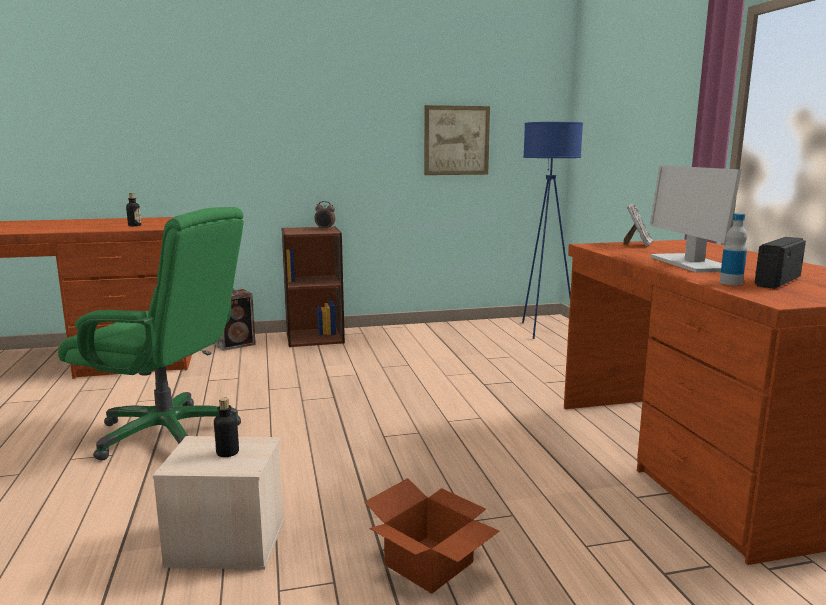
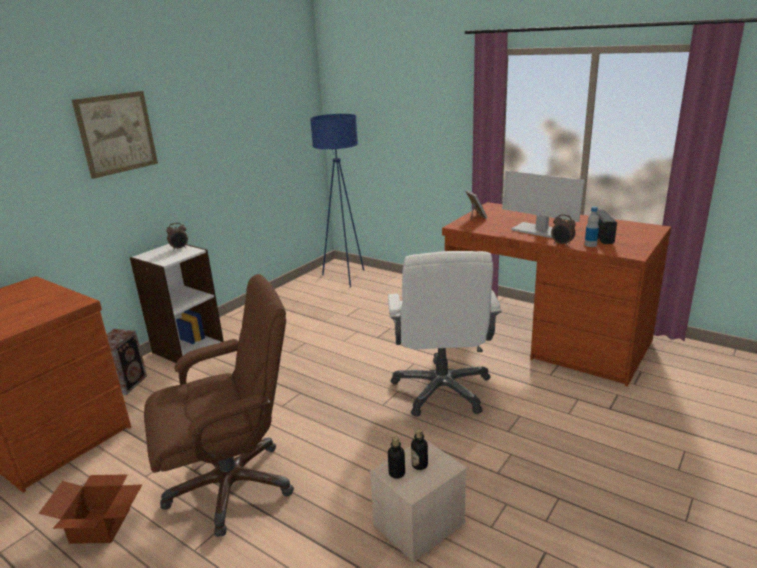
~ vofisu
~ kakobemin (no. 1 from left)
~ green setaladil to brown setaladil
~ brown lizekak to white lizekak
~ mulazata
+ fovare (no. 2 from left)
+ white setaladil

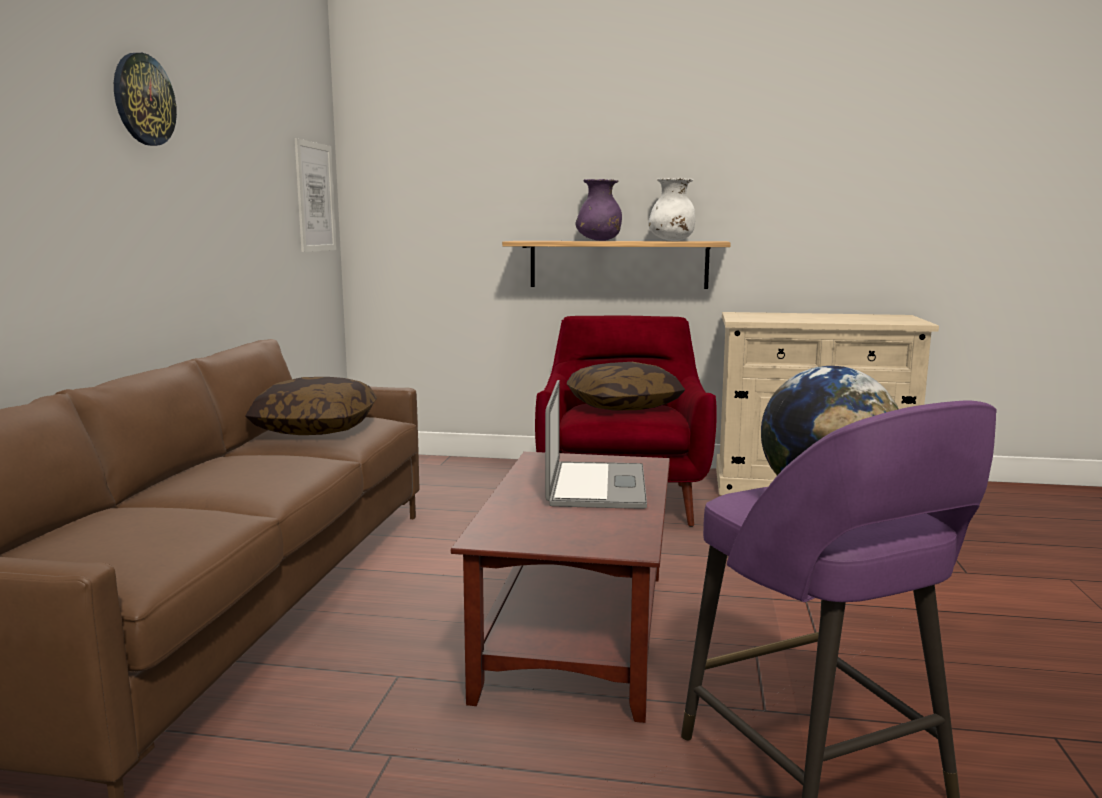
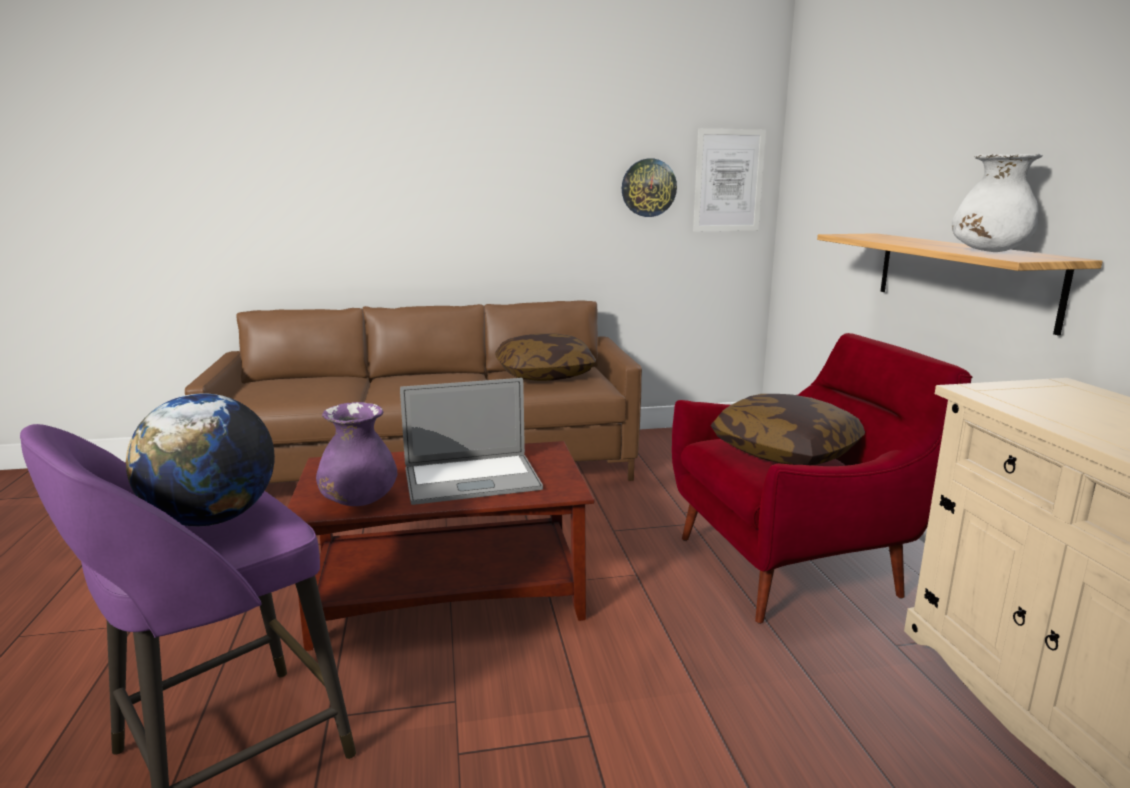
~ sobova
~ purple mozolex

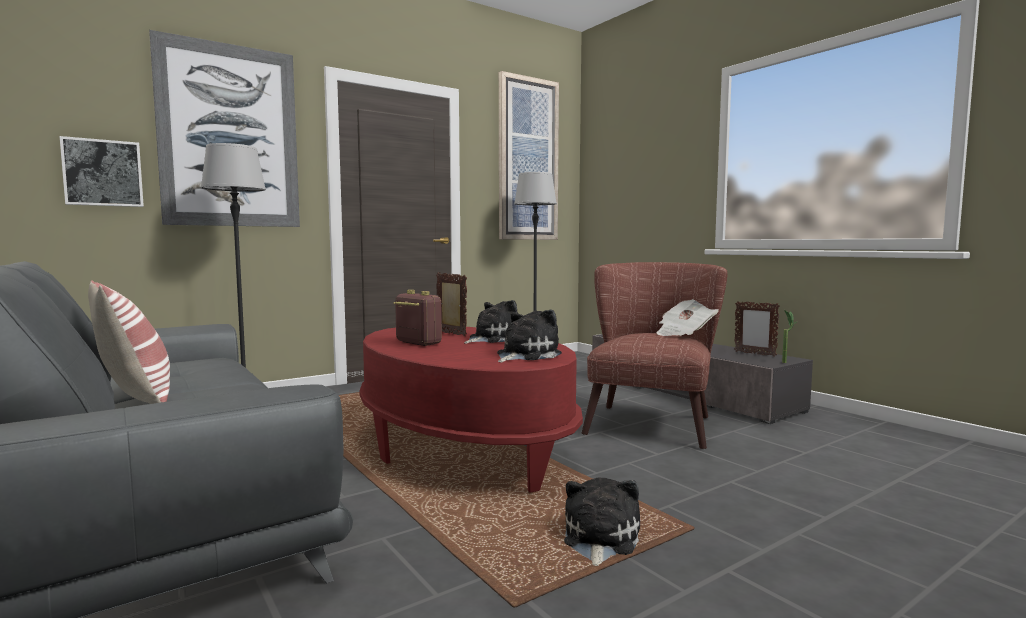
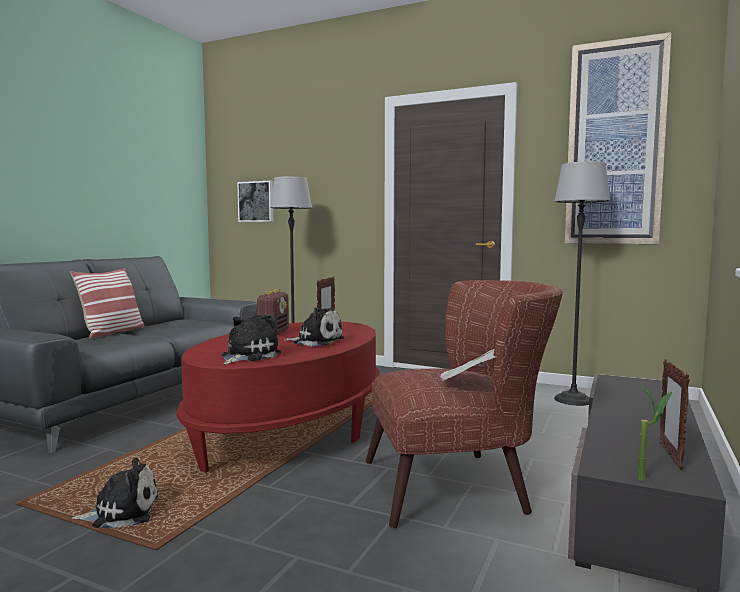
- vofisu (no. 2 from left)
~ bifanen (no. 2 from left) 75 degrees counterclockwise

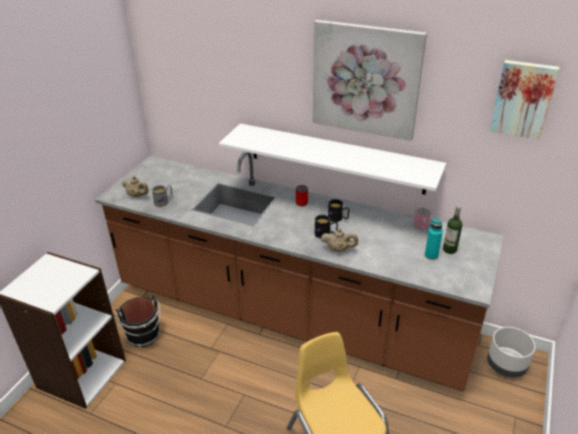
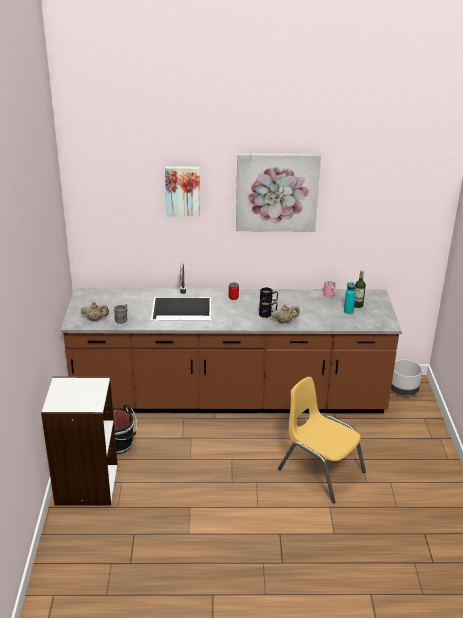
~ vofisu (no. 2 from left in the first image) to vofisu (no. 1 from left)
- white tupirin

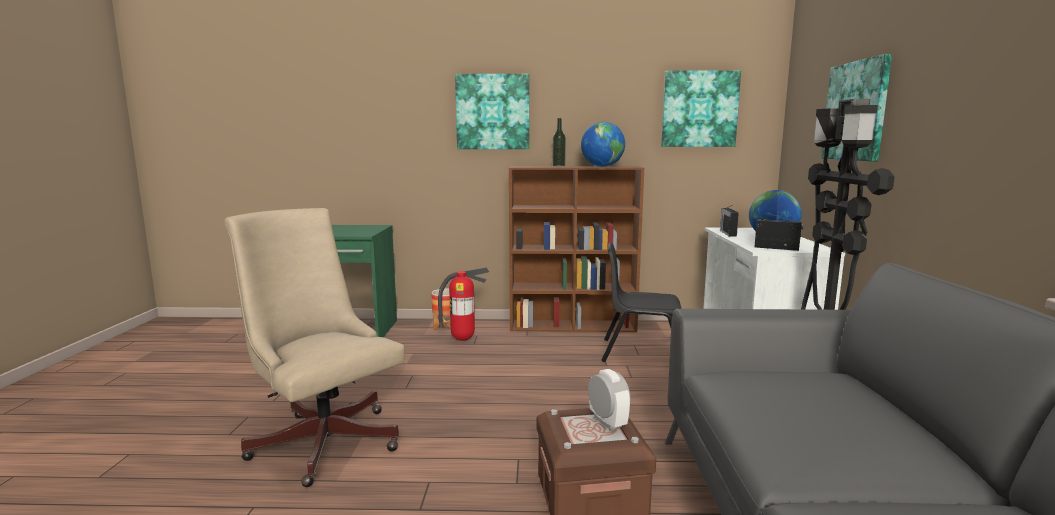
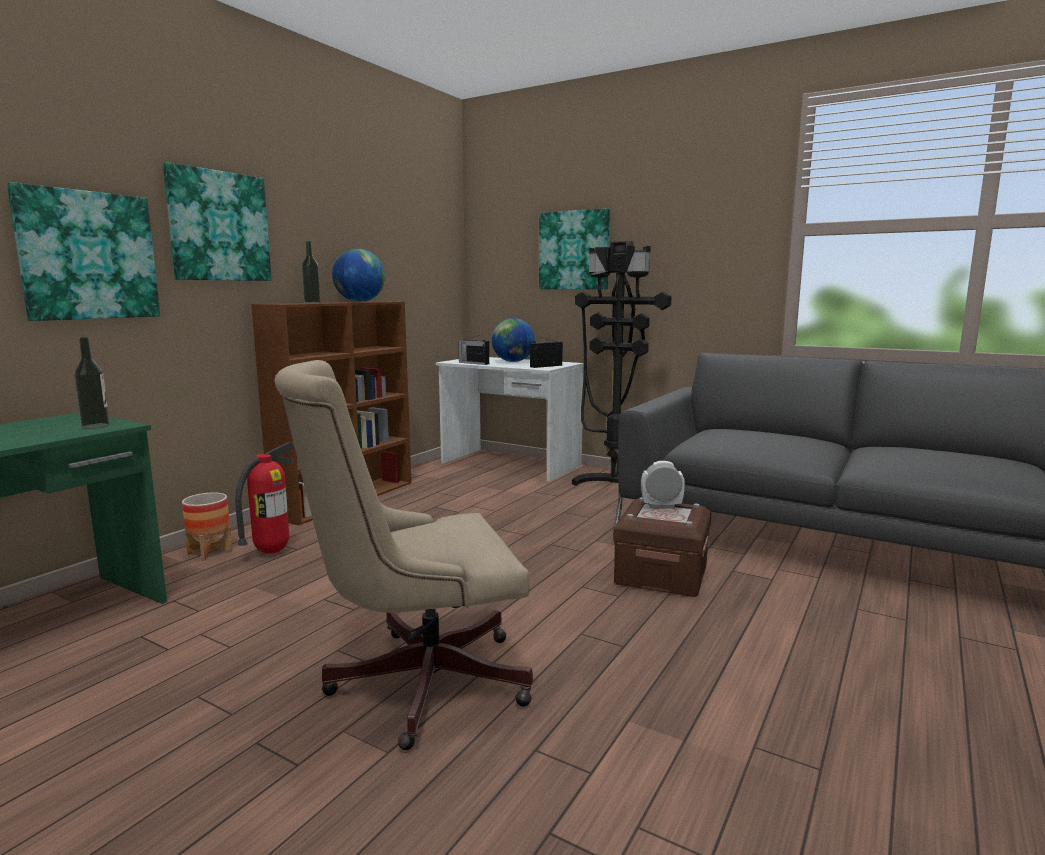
~ vofisu (no. 2 from left in the first image) to vofisu (no. 1 from left)
- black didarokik
+ kakobemin (no. 1 from left)

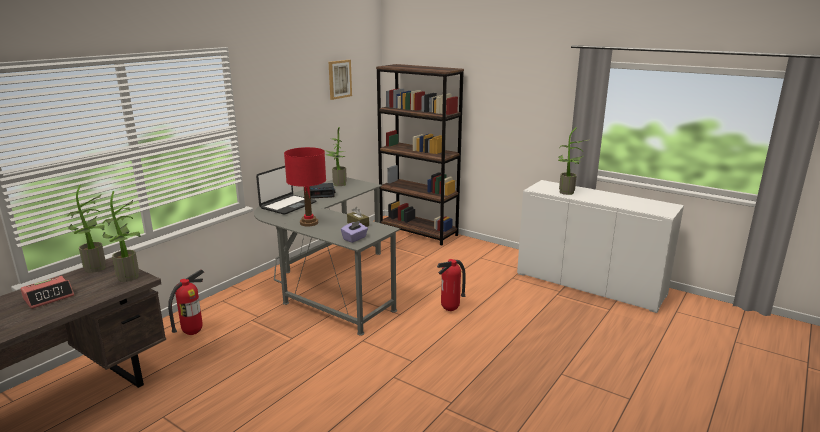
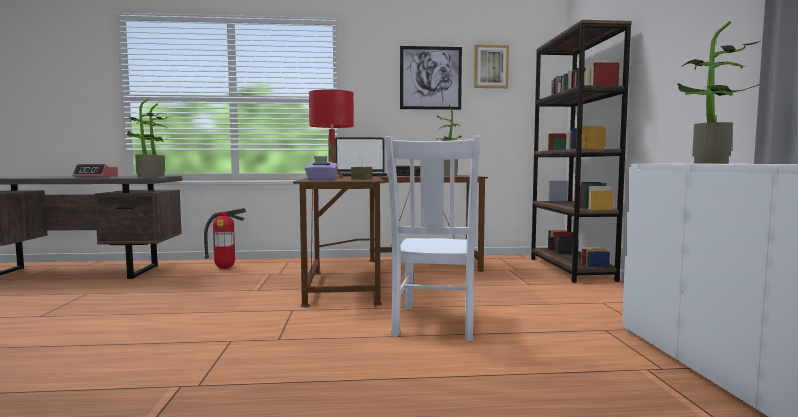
~ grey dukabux to brown dukabux (no. 2 from left)
~ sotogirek (no. 2 from left) to white didarokik
+ vofisu (no. 1 from left)

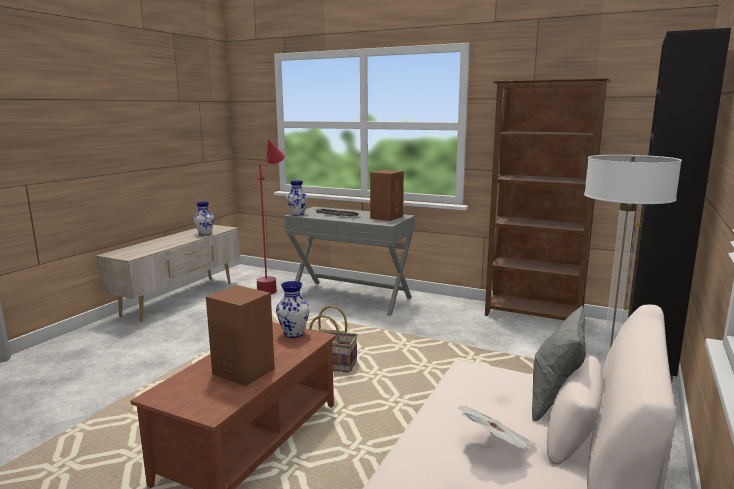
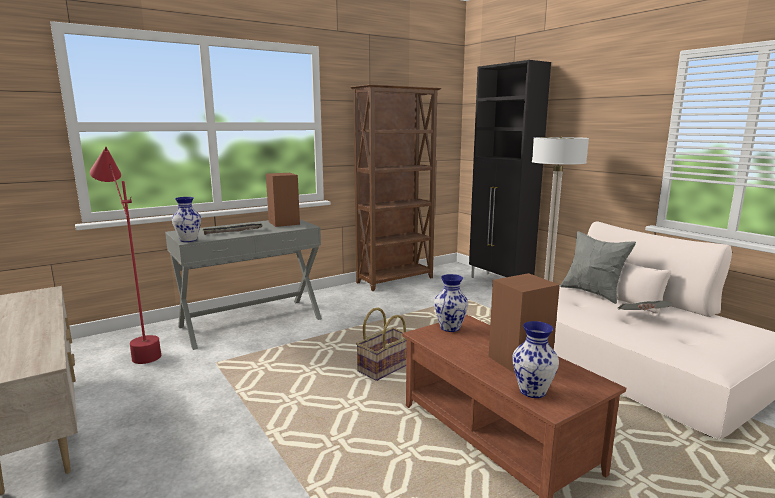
~ mozolex (no. 1 from left in the first image) to mozolex (no. 3 from left)

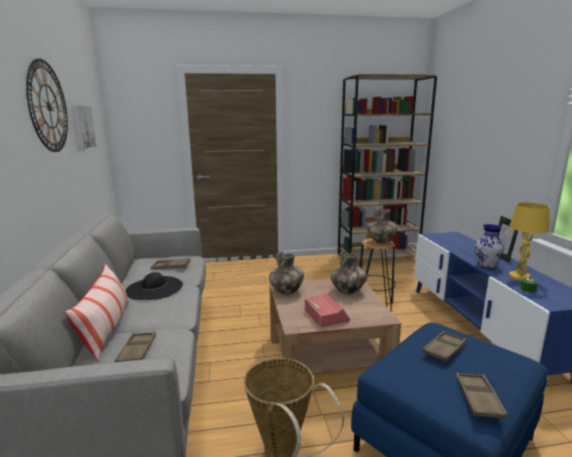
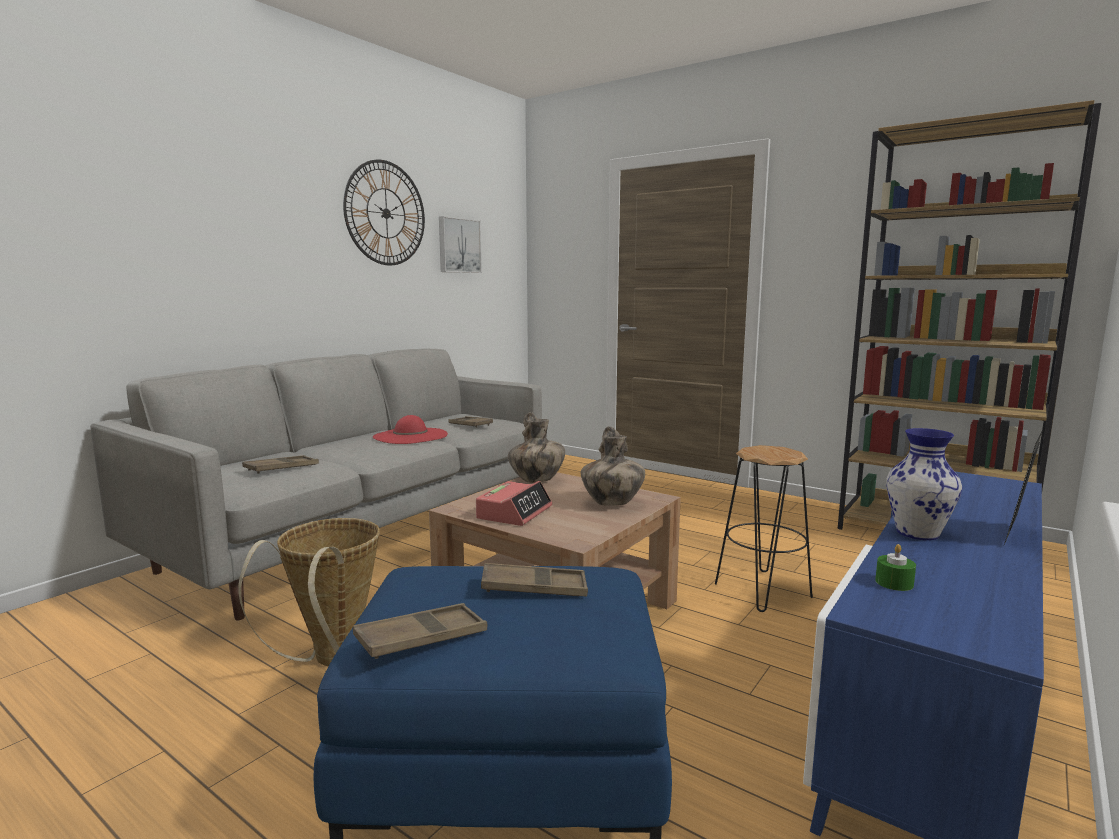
- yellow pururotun
- mozolex (no. 3 from left)
- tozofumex
~ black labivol to red labivol

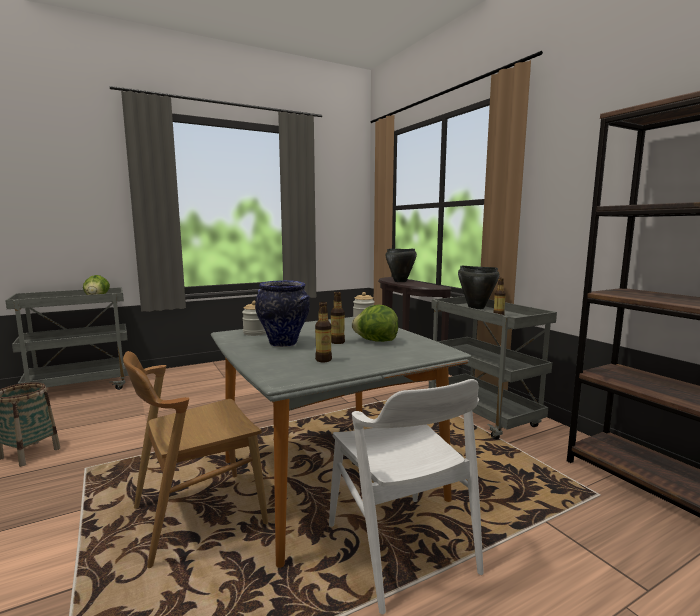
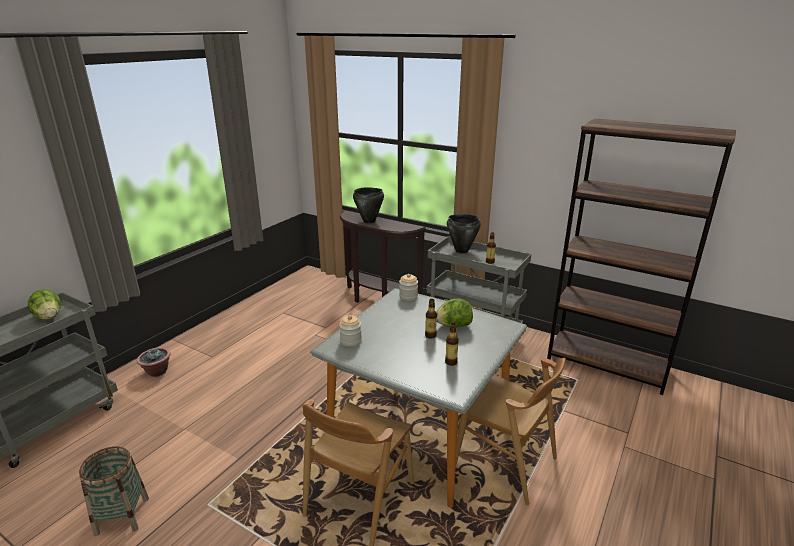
- mozolex
~ white didarokik to brown didarokik (no. 2 from left)
+ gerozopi

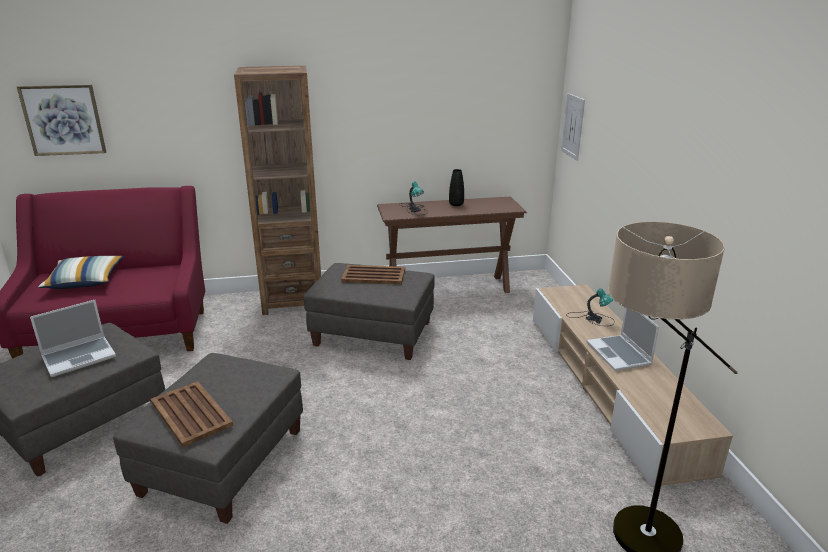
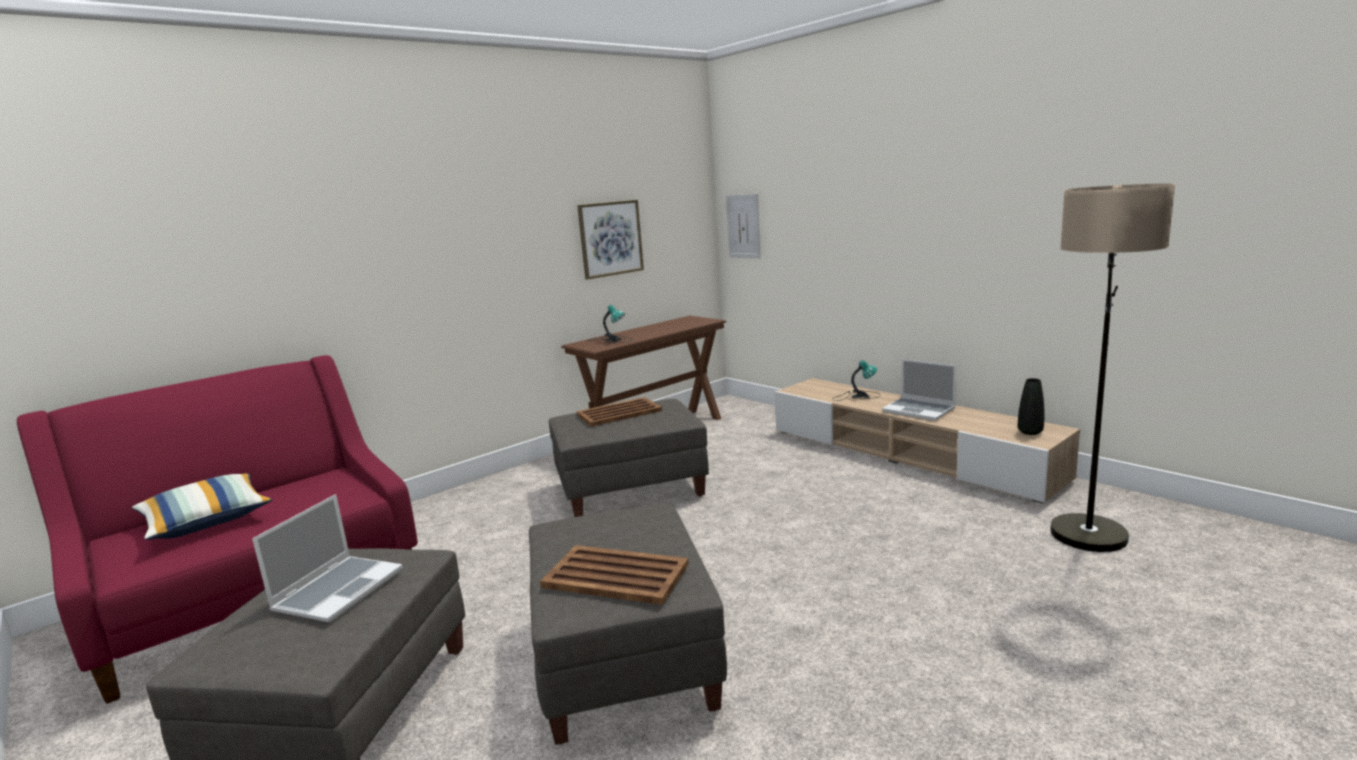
- brown lizekak
~ vofisu (no. 1 from left)
~ black mozolex

